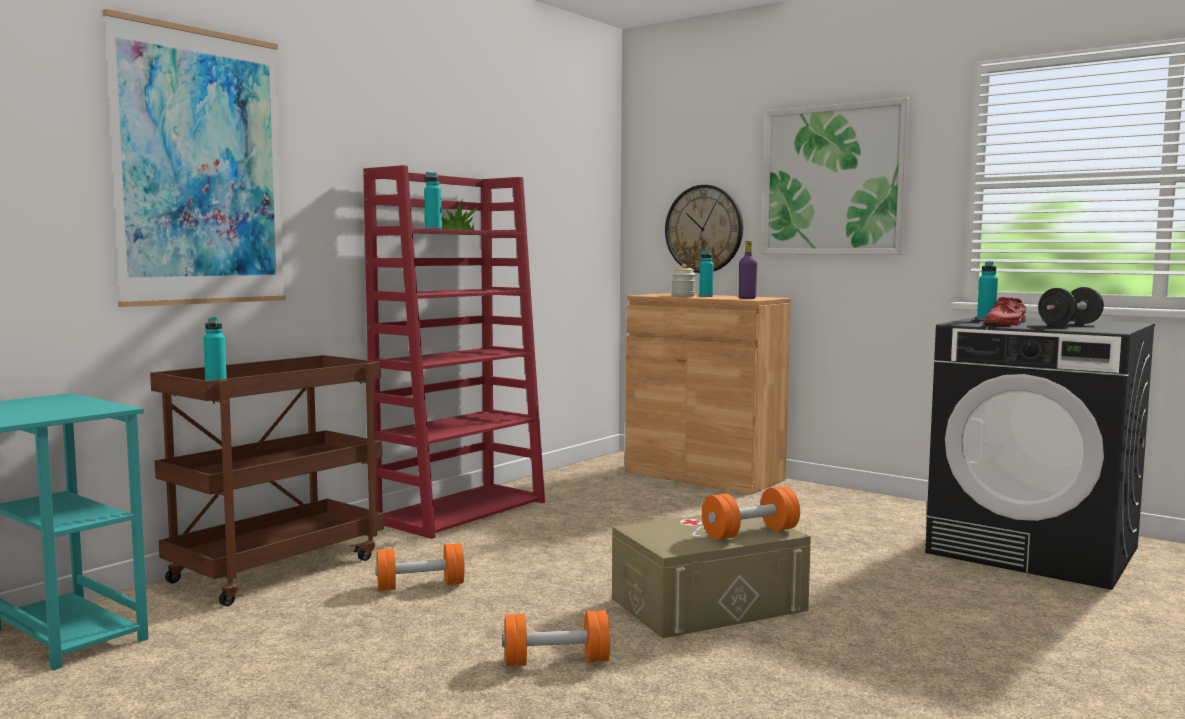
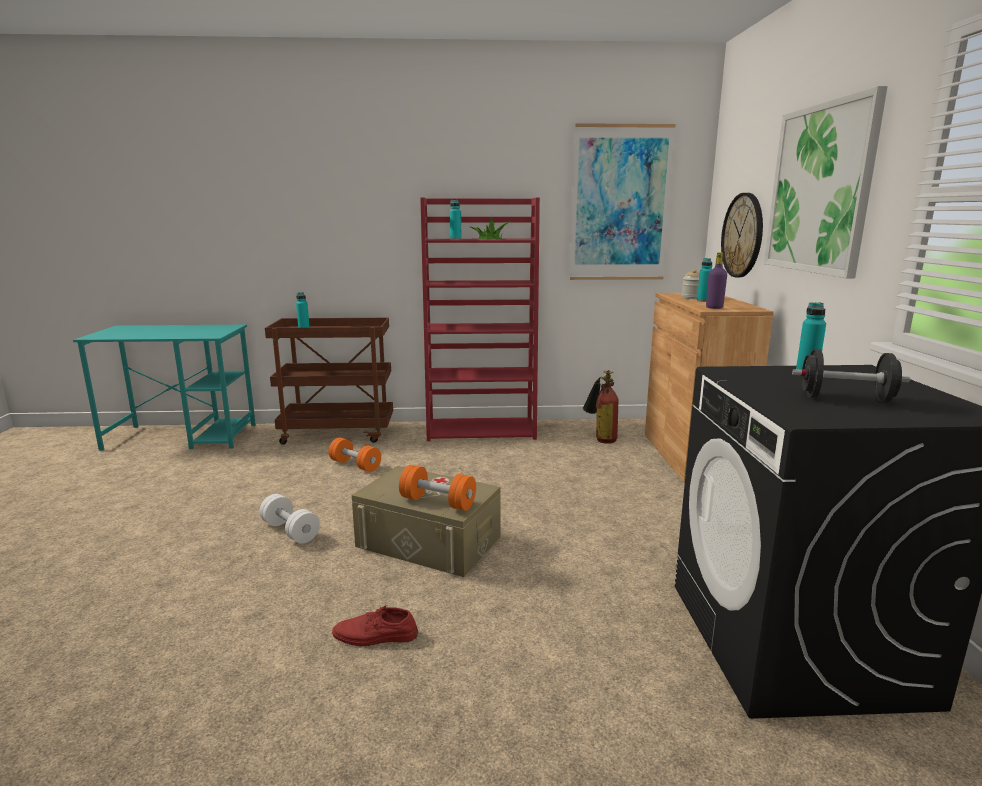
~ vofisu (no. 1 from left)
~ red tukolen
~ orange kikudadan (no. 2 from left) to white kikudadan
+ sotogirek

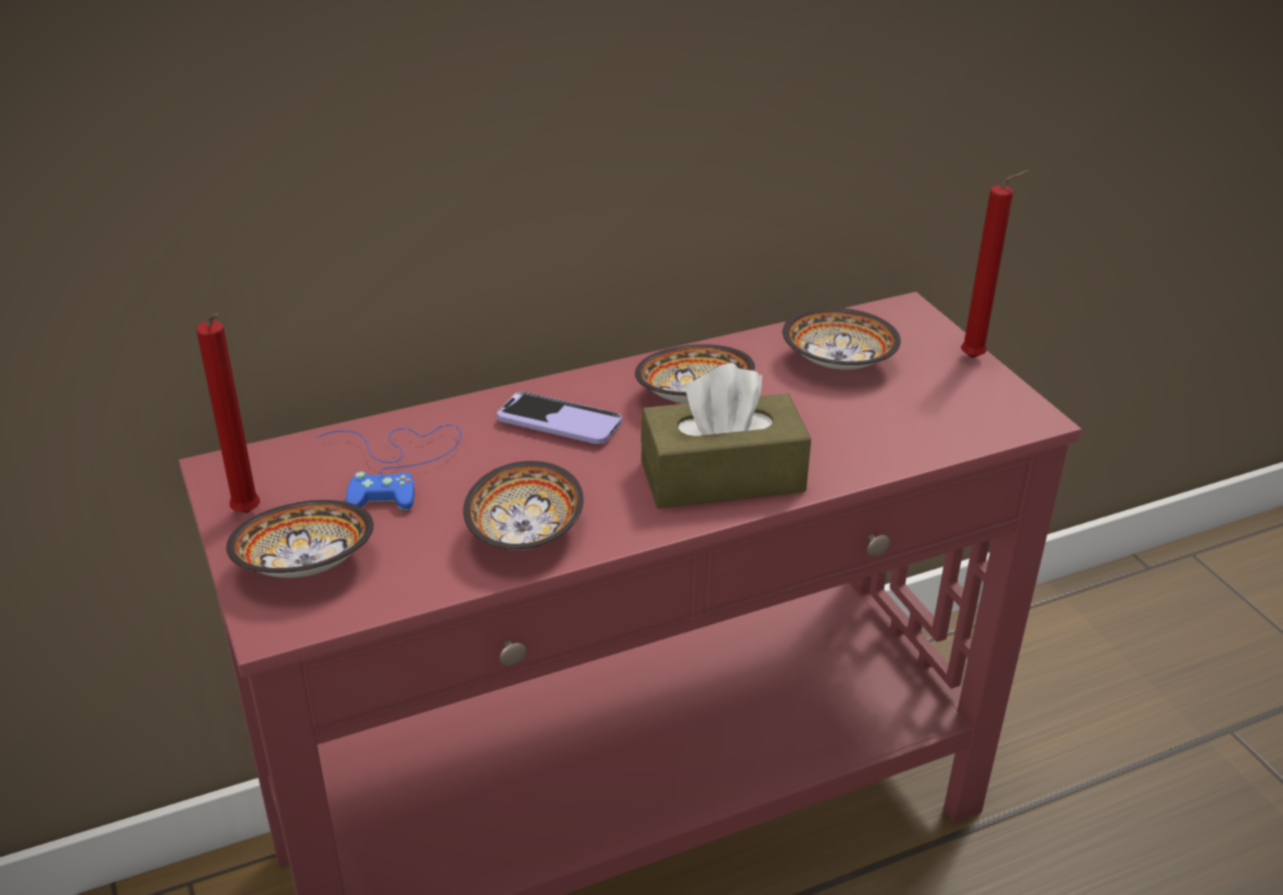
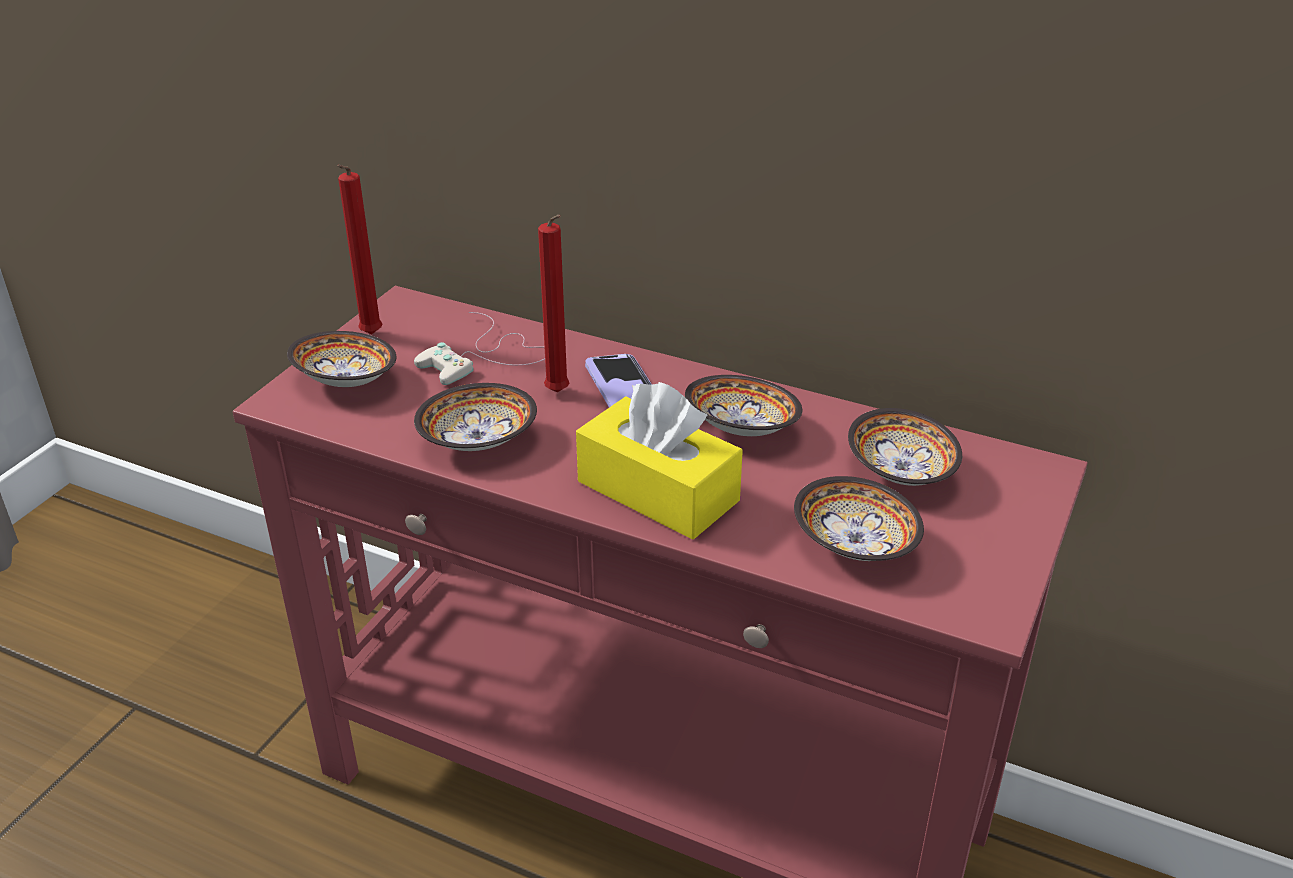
~ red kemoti (no. 2 from left)
~ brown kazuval to yellow kazuval
~ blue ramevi to white ramevi
+ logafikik (no. 4 from left)

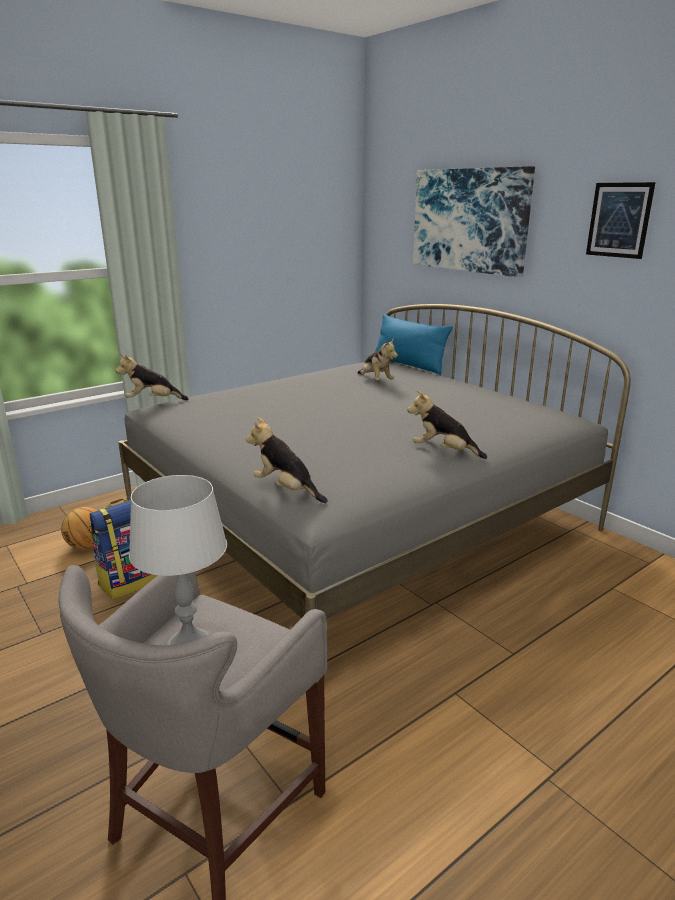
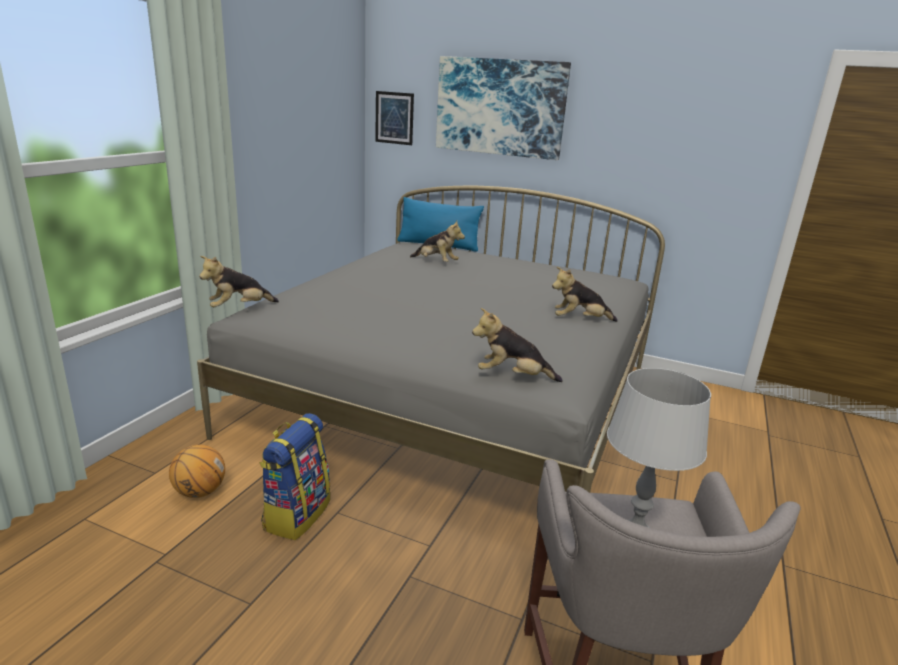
~ vofisu (no. 2 from left in the first image) to vofisu (no. 1 from left)

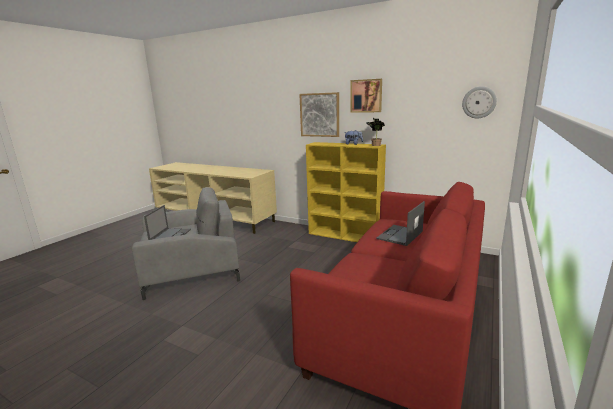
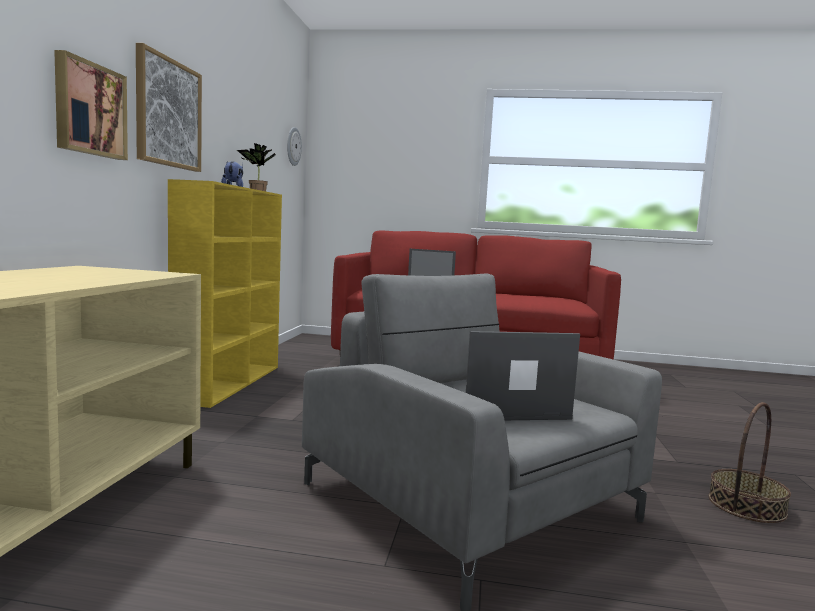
~ vofisu (no. 2 from left in the first image) to vofisu (no. 1 from left)
+ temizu

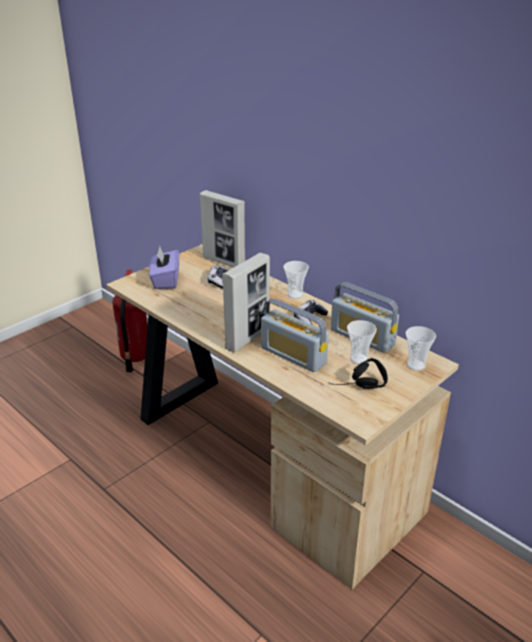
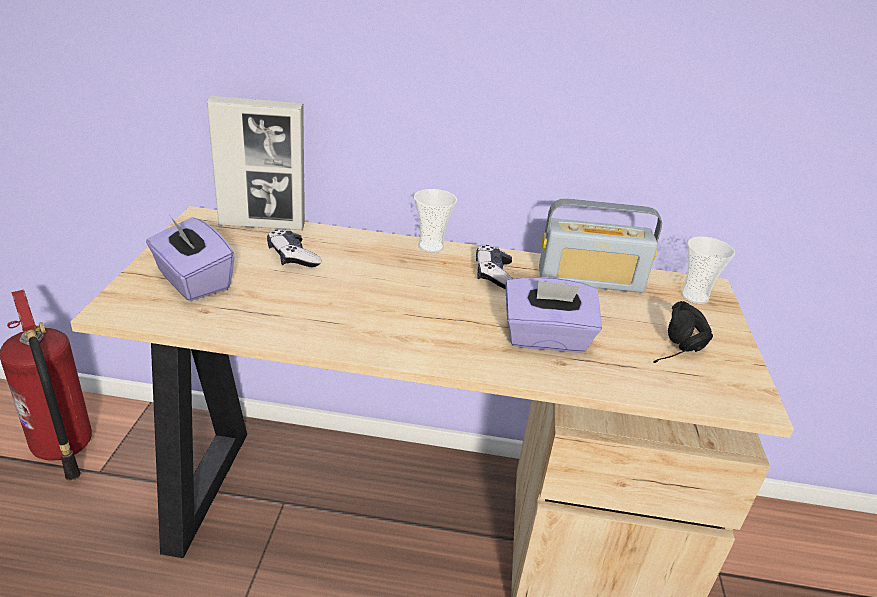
- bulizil (no. 2 from left)
~ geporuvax (no. 1 from left) to purple kazuval (no. 2 from left)
- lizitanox (no. 2 from left)

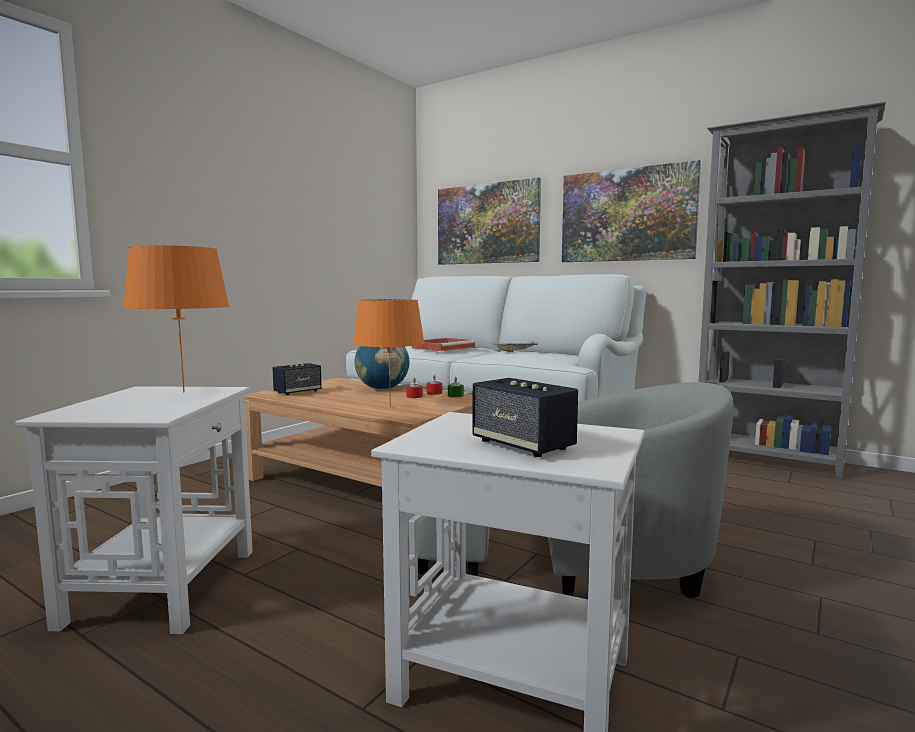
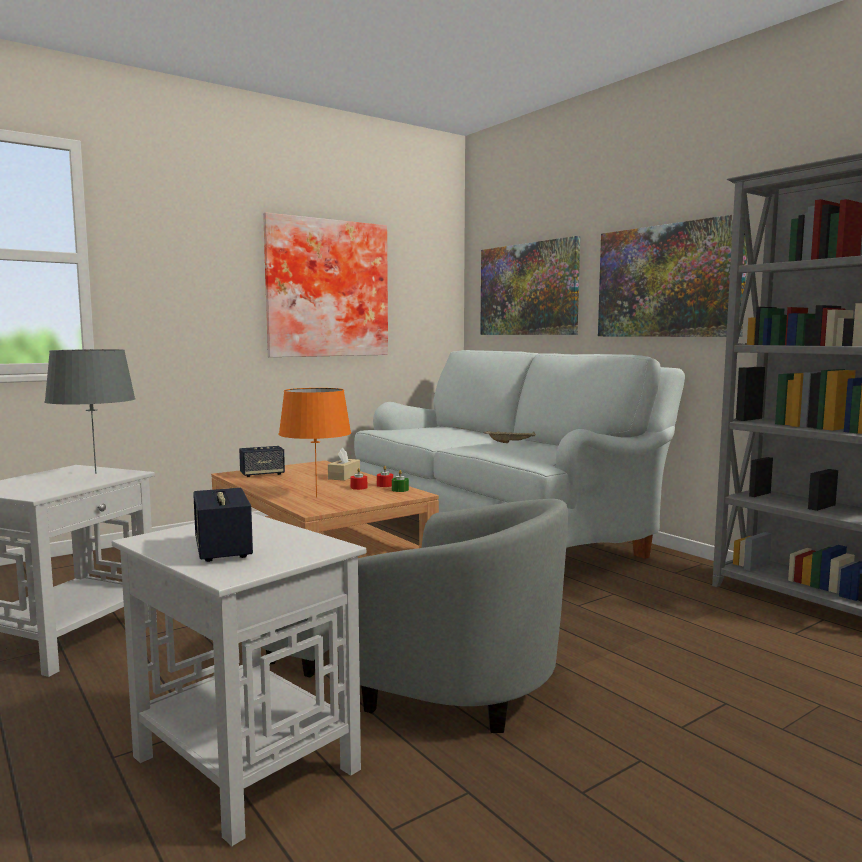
~ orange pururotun (no. 1 from left) to grey pururotun
- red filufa
~ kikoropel to beige kazuval
+ vofisu (no. 1 from left)

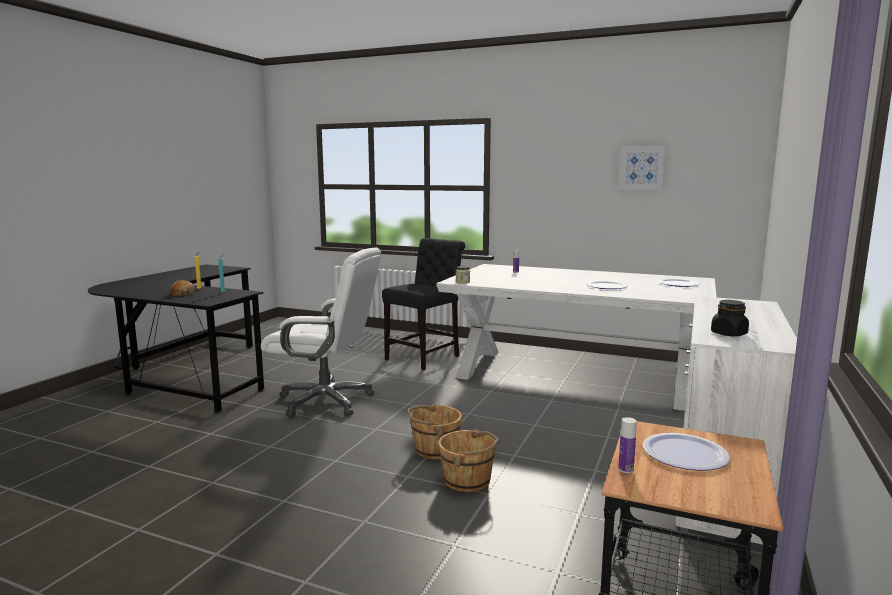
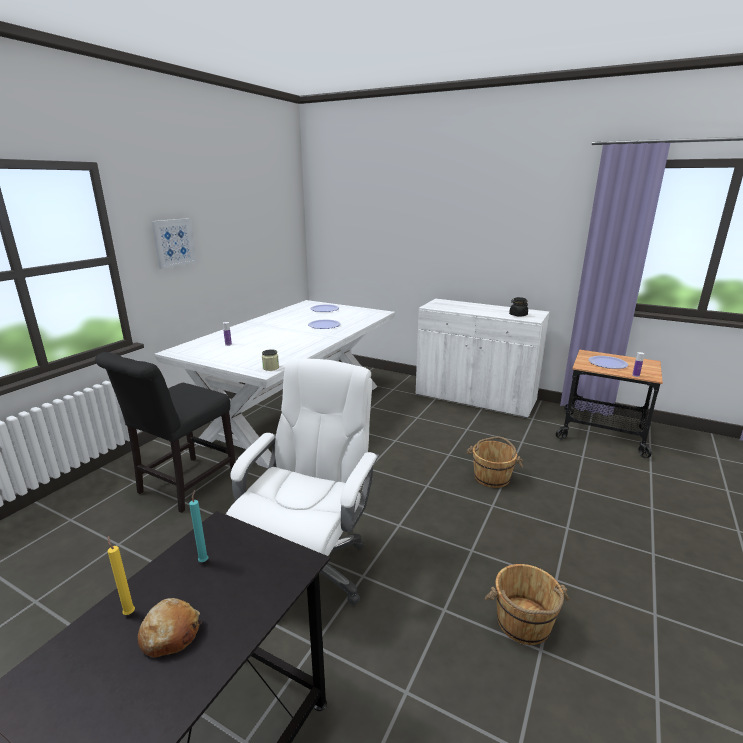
~ vofisu
~ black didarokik 105 degrees counterclockwise
~ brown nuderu (no. 1 from left in the first image) to brown nuderu (no. 2 from left)

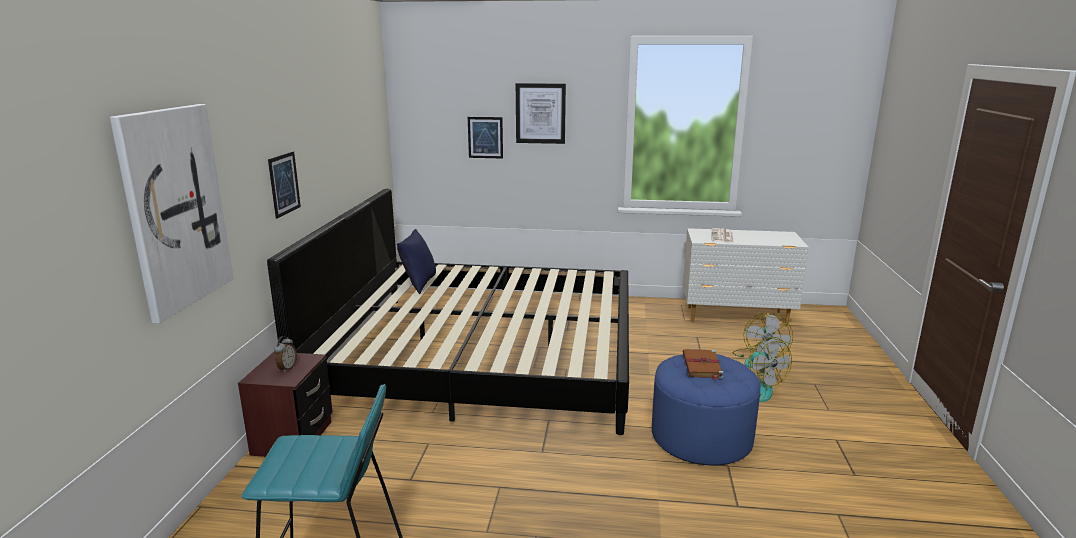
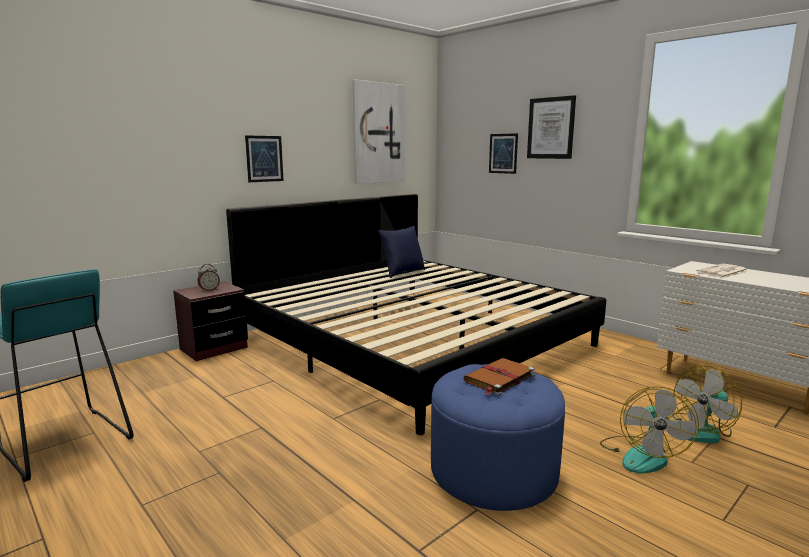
~ vofisu (no. 1 from left in the first image) to vofisu (no. 2 from left)

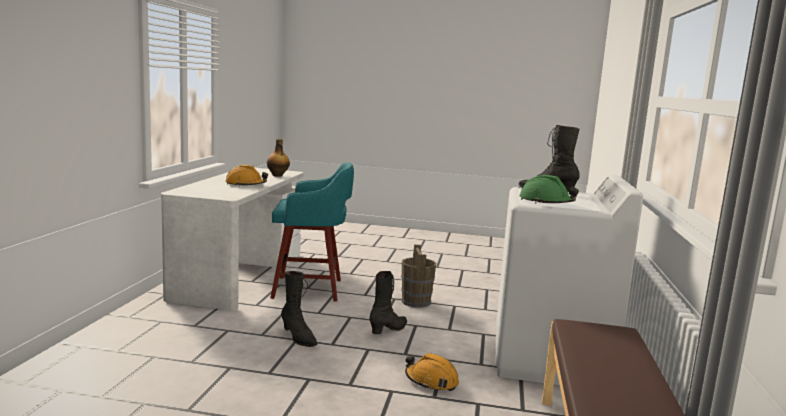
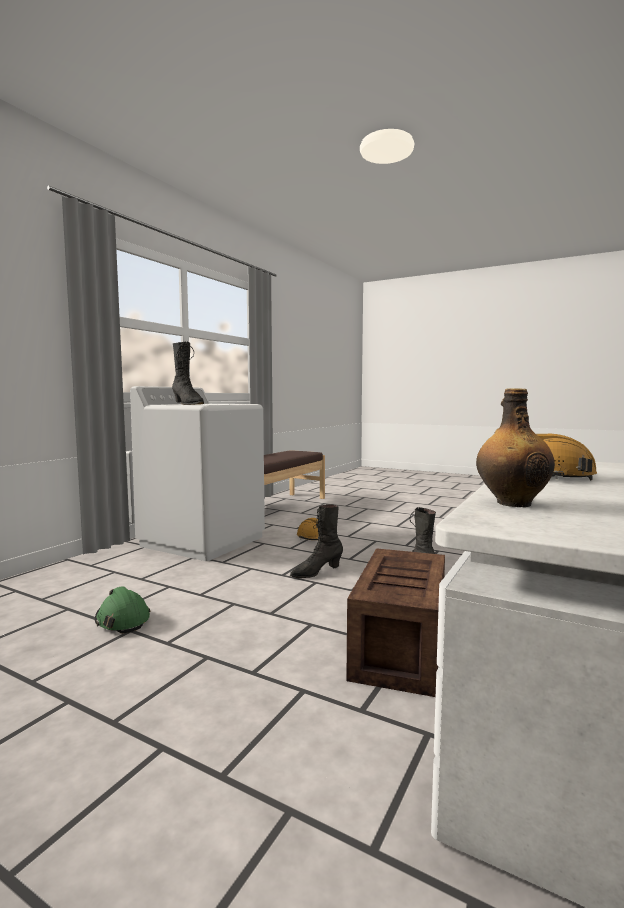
~ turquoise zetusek to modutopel
~ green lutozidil
- brown nuderu

